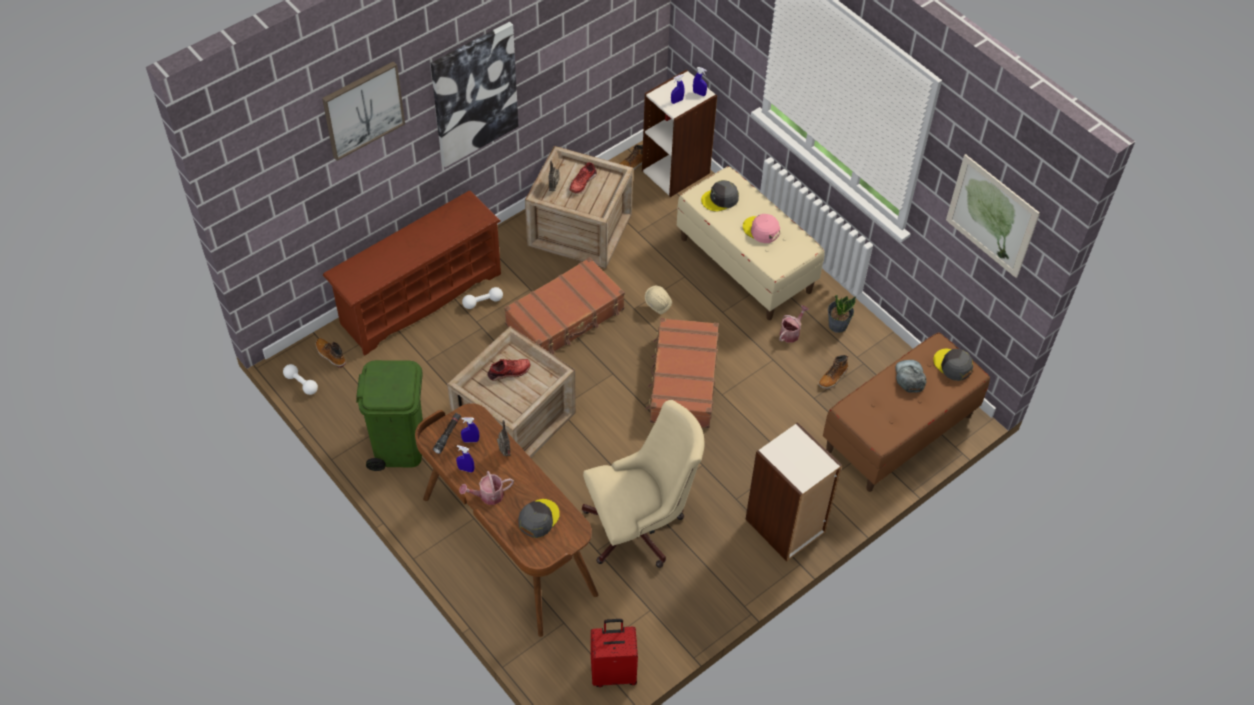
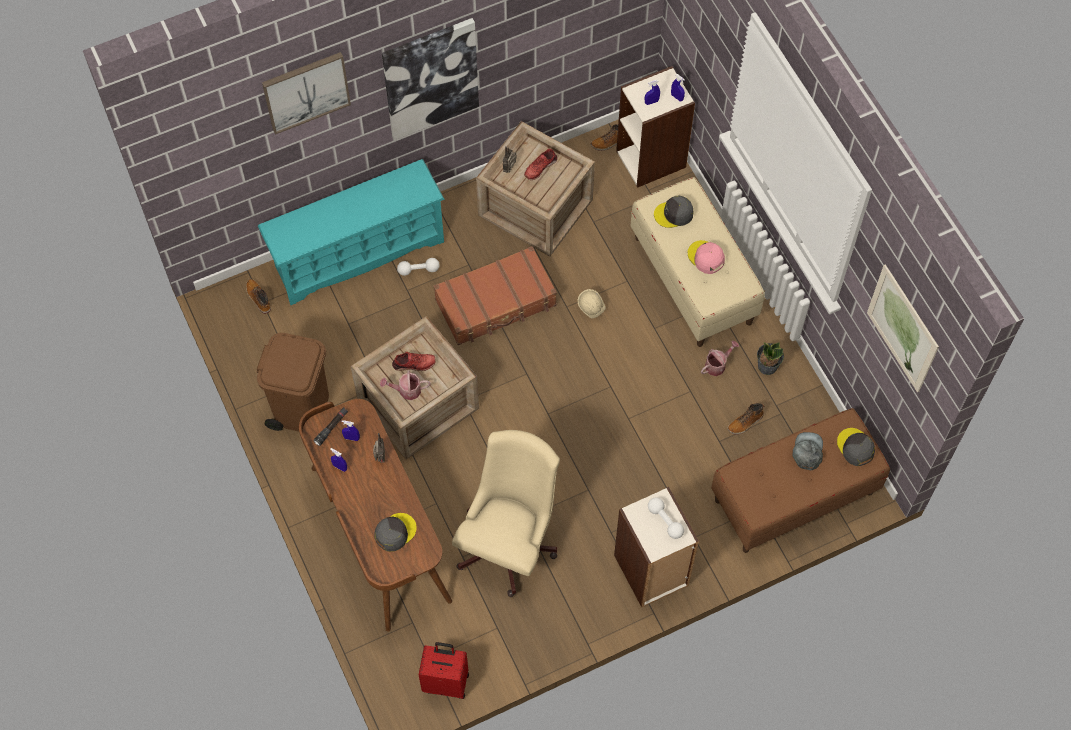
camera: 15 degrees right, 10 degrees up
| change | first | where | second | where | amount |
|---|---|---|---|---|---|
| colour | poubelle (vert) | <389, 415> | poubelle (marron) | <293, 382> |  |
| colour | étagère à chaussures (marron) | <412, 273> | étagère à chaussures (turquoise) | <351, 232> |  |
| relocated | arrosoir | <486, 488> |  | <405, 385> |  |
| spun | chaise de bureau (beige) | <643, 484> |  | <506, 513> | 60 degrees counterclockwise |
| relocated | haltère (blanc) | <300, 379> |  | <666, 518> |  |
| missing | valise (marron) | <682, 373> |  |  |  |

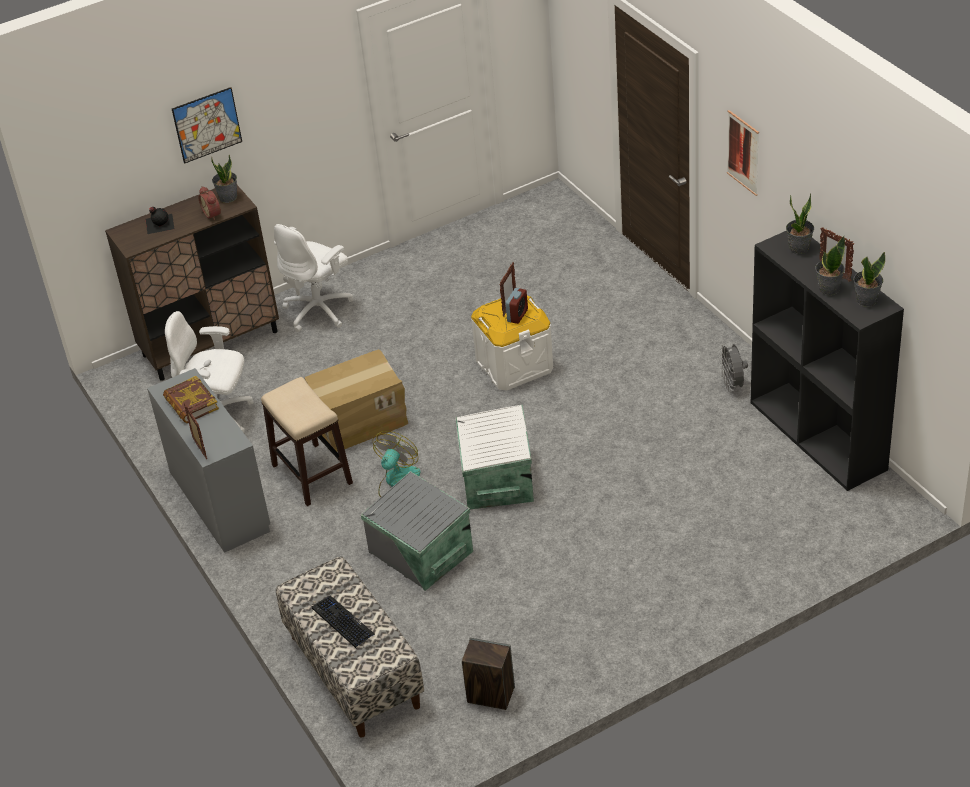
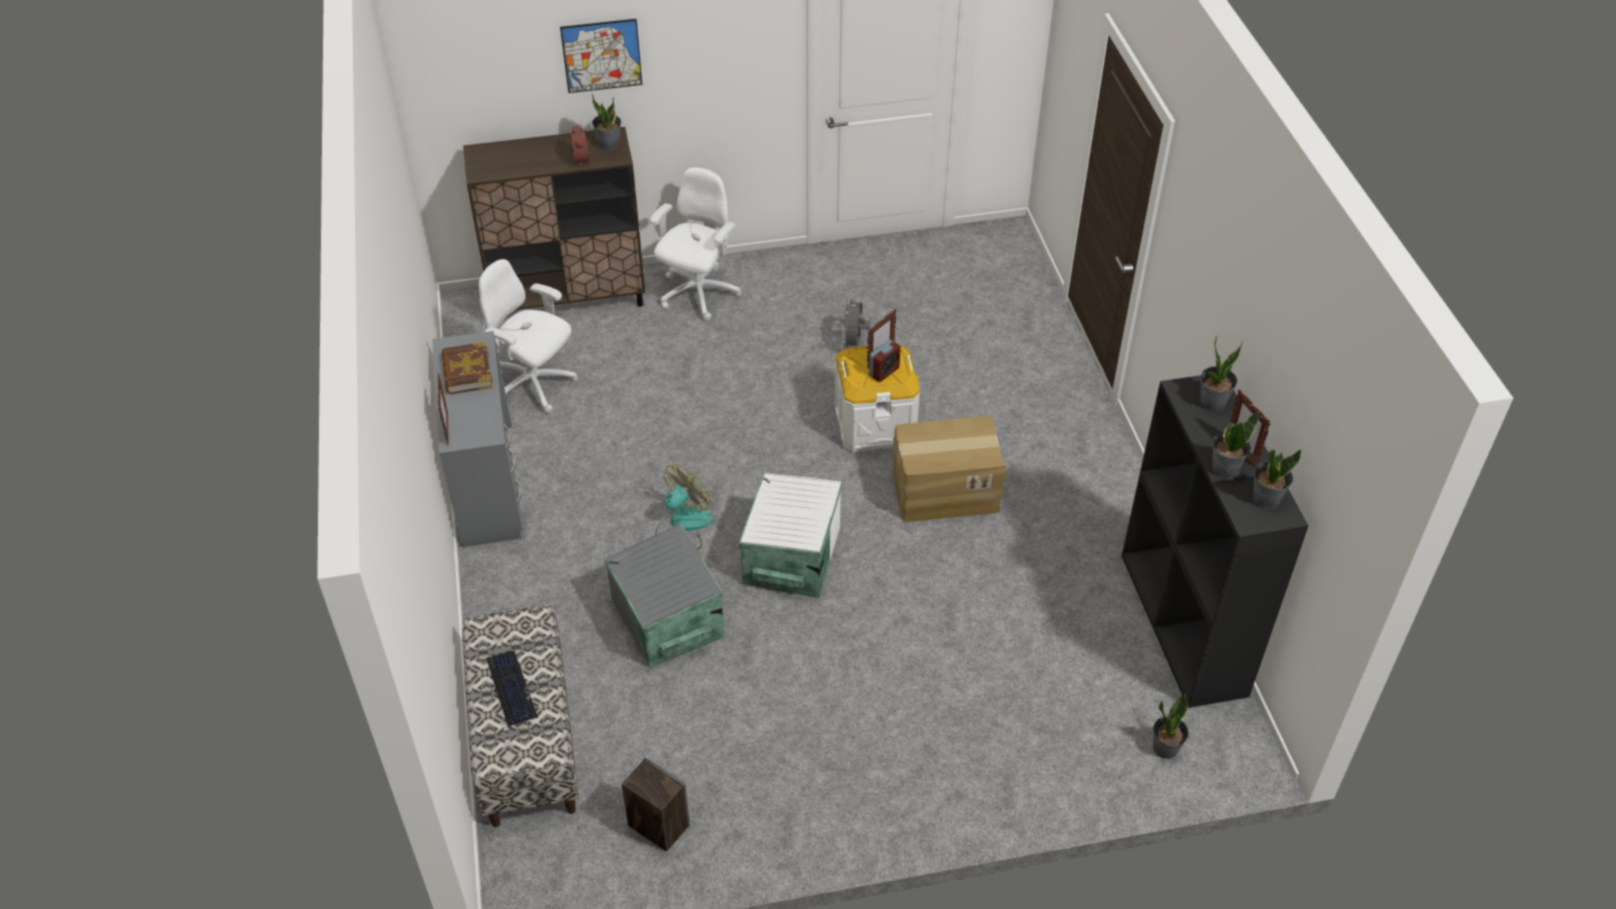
camera: 15 degrees right, 5 degrees up
| change | first | where | second | where | amount |
|---|---|---|---|---|---|
| spun | chaise de bureau (blanc) | <314, 278> |  | <695, 244> | 150 degrees clockwise |
| relocated | ventilateur (gris) | <733, 367> |  | <856, 322> |  |
| relocated | carton | <356, 401> |  | <949, 469> |  |
| appeared |  |  | plante en pot | <1171, 726> |  |
| missing | bouteille (noir) | <160, 220> |  |  |  |
| missing | tabouret | <307, 441> |  |  |  |
| missing | tableau | <743, 153> |  |  |  |

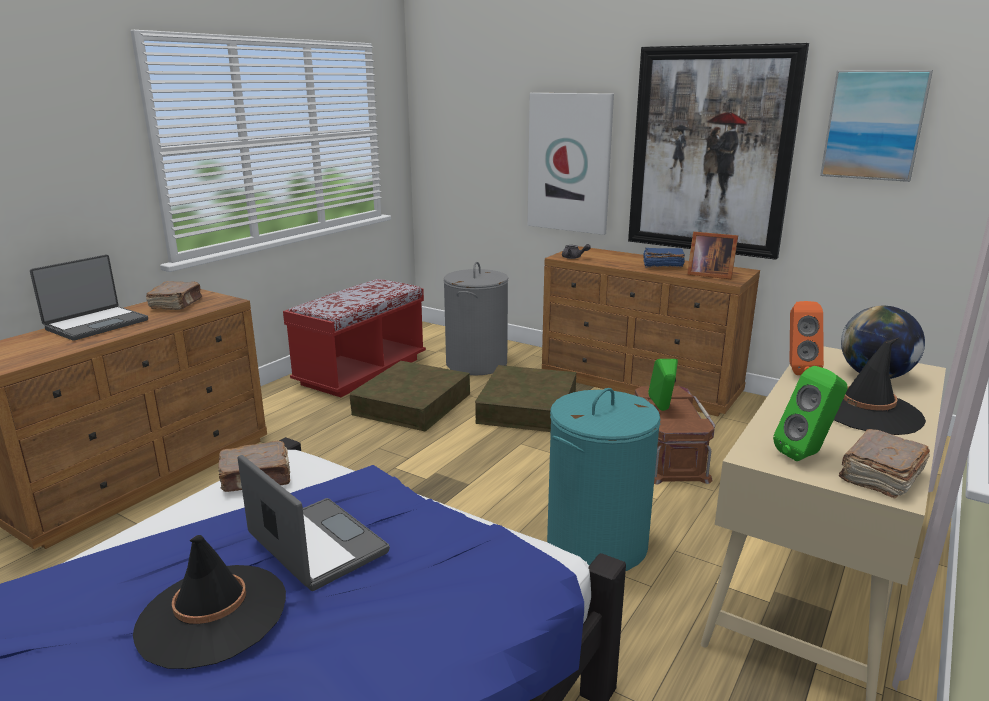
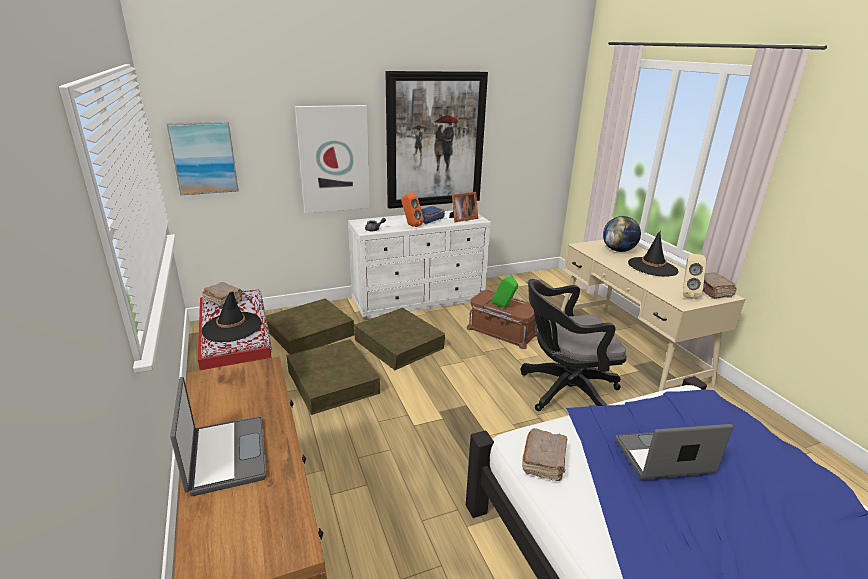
camera: 55 degrees left, 5 degrees up
| change | first | where | second | where | amount |
|---|---|---|---|---|---|
| relocated | tableau | <876, 126> |  | <203, 158> |  |
| relocated | livre (marron) | <174, 295> |  | <222, 294> |  |
| relocated | chapeau (noir) | <209, 602> |  | <231, 317> |  |
| exchanged | panier à linge (gris) | <476, 318> | boîte de rangement (marron) | <310, 326> |  |
| colour | commode (marron) | <651, 331> | commode (blanc) | <419, 264> |  |
| relocated | enceinte (orange) | <807, 338> |  | <412, 209> |  |
| exchanged | panier à linge (turquoise) | <603, 479> | chaise de bureau (noir) | <574, 345> |  |
| colour | enceinte (vert) | <810, 413> | enceinte (beige) | <694, 276> |  |

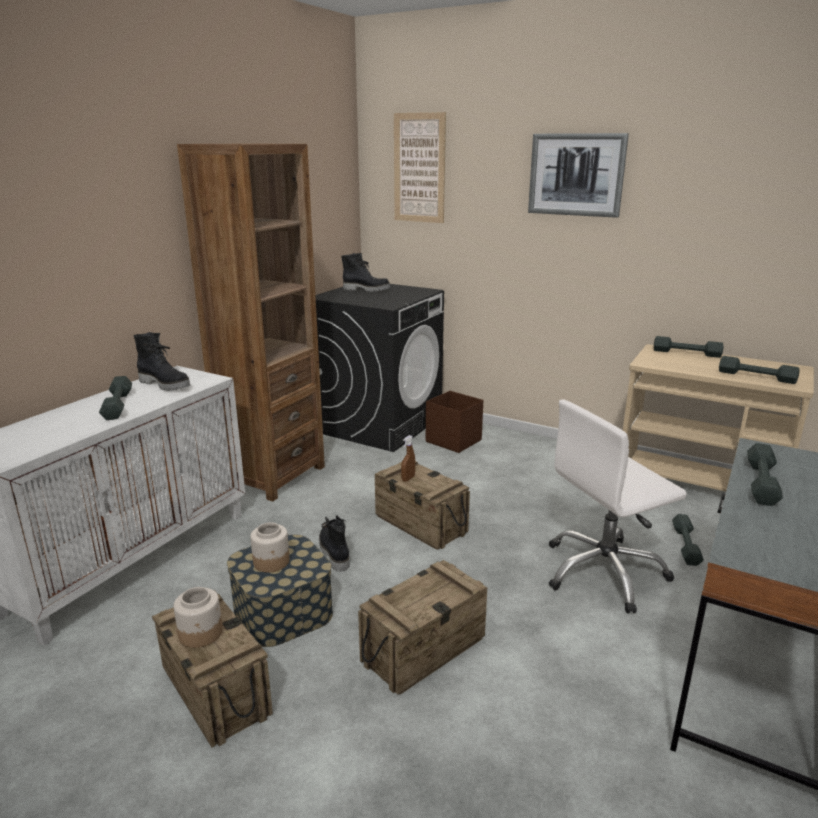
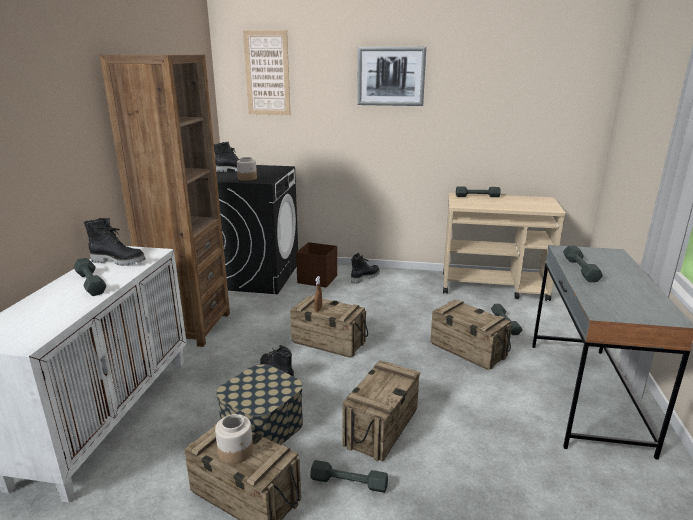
camera: 20 degrees left, 0 degrees up
| change | first | where | second | where | amount |
|---|---|---|---|---|---|
| relocated | bocal | <270, 547> |  | <247, 169> |  |
| relocated | haltère (gris) | <759, 370> |  | <349, 476> |  |
| appeared |  |  | botte (noir) | <365, 268> |  |
| exchanged | chaise de bureau (blanc) | <617, 506> | caisse | <471, 335> |  |

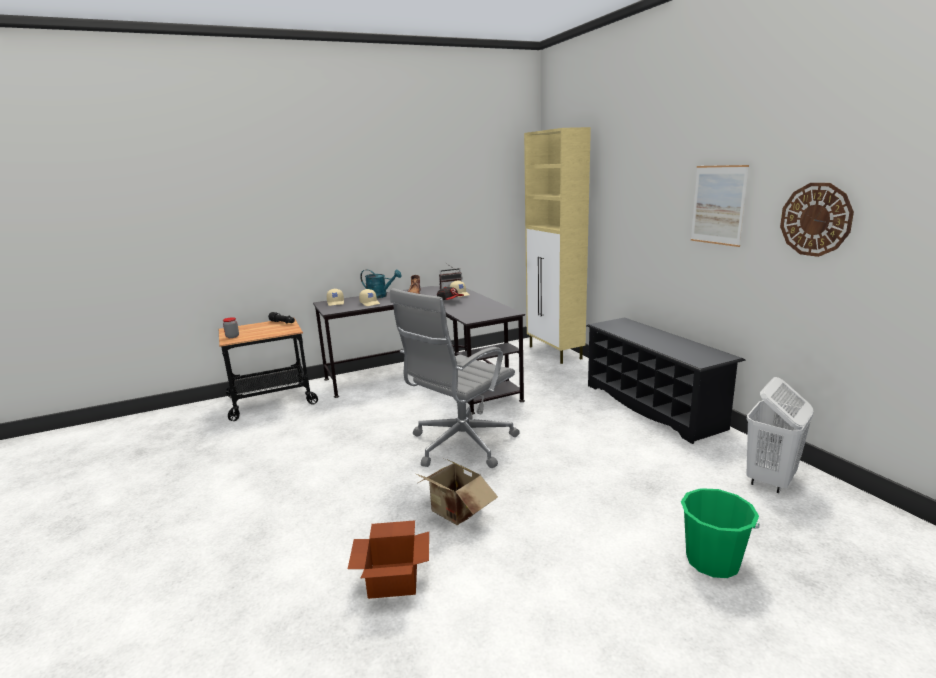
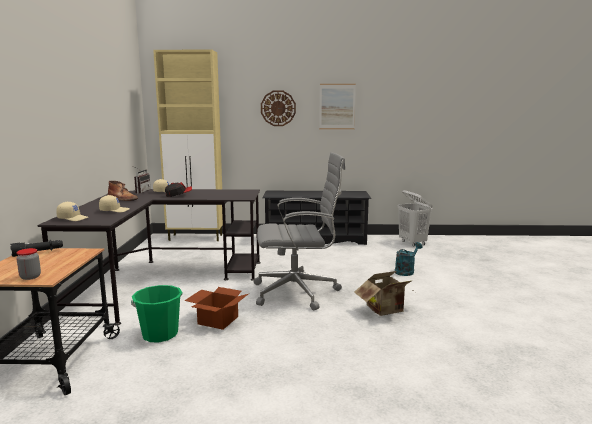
camera: 65 degrees left, 5 degrees down
| change | first | where | second | where | amount |
|---|---|---|---|---|---|
| relocated | seau (vert) | <720, 533> |  | <157, 314> |  |
| relocated | carton | <388, 559> |  | <216, 308> |  |
| spun | chaise de bureau (gris) | <455, 378> |  | <299, 231> | 75 degrees counterclockwise |
| relocated | horloge murale | <817, 220> |  | <278, 108> |  |
| relocated | arrosoir (turquoise) | <381, 283> |  | <409, 259> |  |

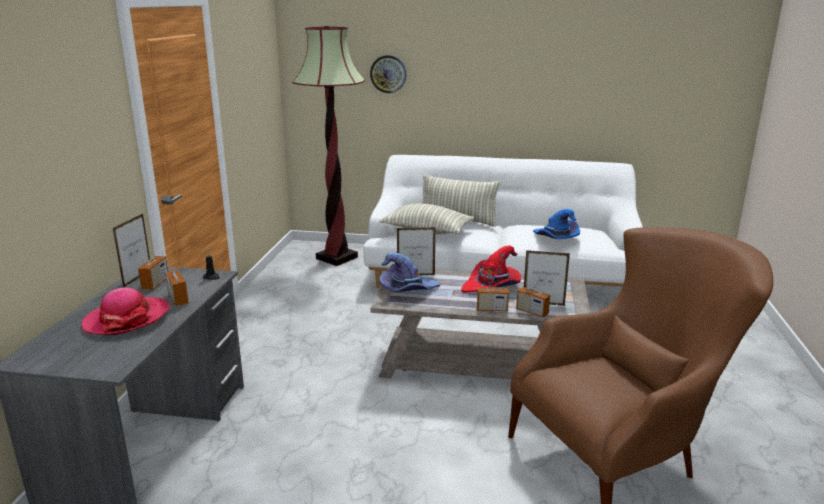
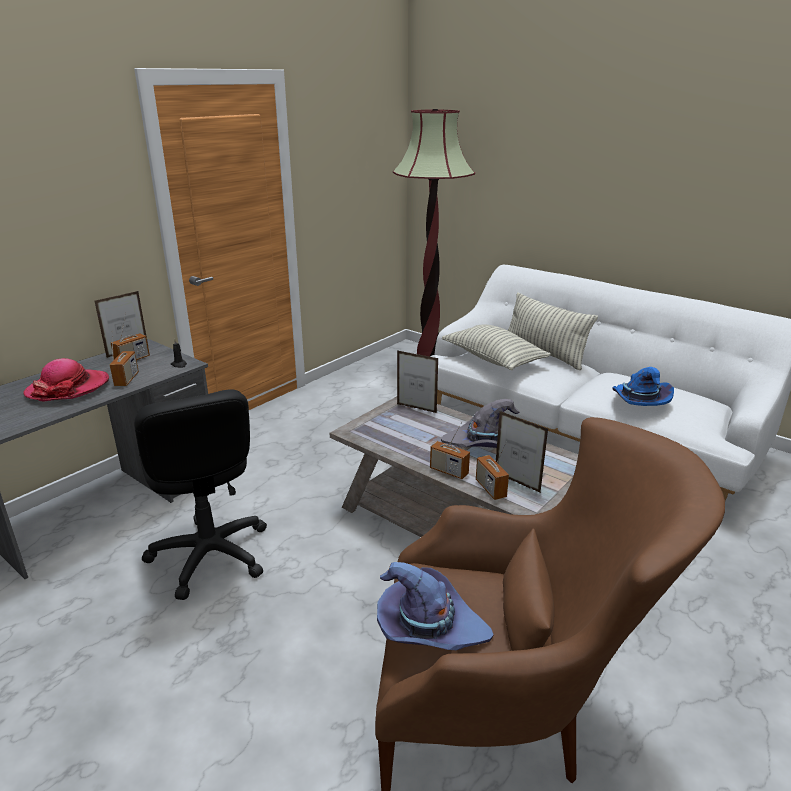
camera: 30 degrees right, 5 degrees up
| change | first | where | second | where | amount |
|---|---|---|---|---|---|
| appeared |  |  | chaise de bureau (noir) | <200, 495> |  |
| relocated | chapeau (violet) | <409, 272> |  | <435, 606> |  |
| colour | chapeau (rouge) | <491, 269> | chapeau (gris) | <480, 423> |  |
| missing | horloge murale | <388, 74> |  |  |  |

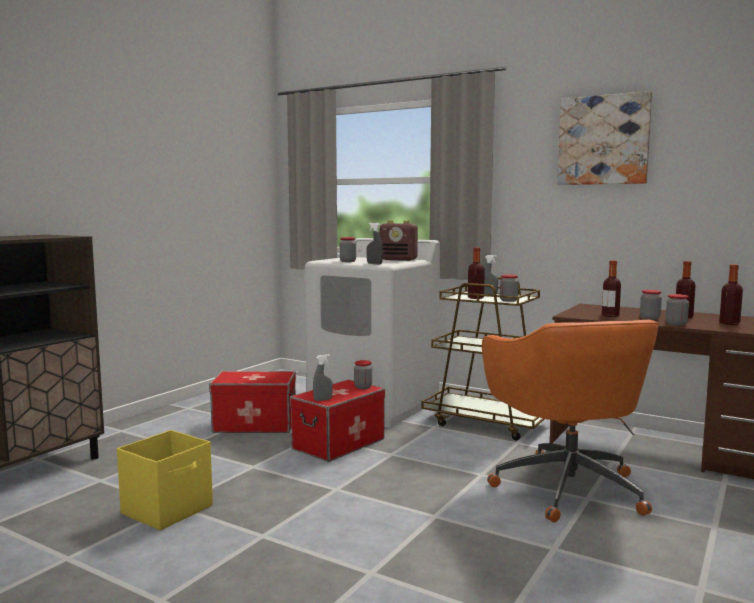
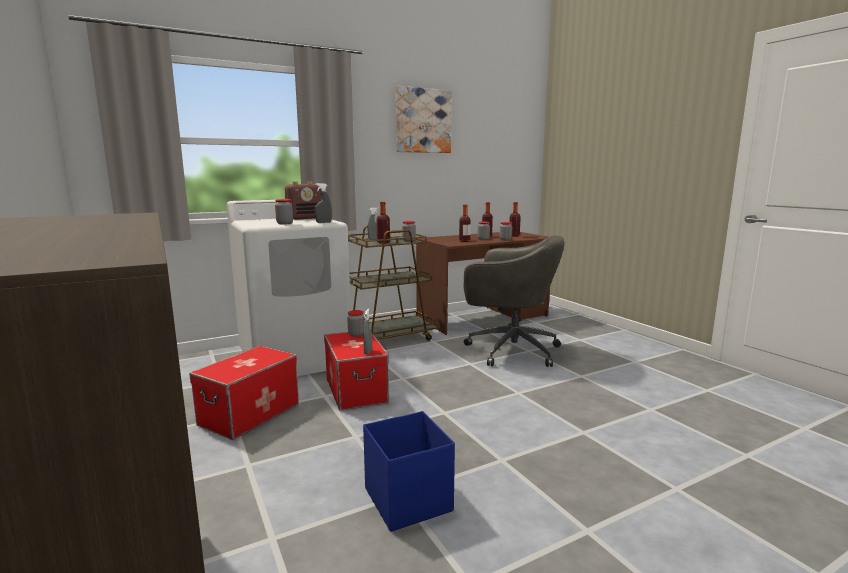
camera: 60 degrees left, 5 degrees up
| change | first | where | second | where | amount |
|---|---|---|---|---|---|
| colour | boîte de rangement (jaune) | <165, 480> | boîte de rangement (bleu) | <409, 471> |  |
| colour | chaise de bureau (orange) | <570, 421> | chaise de bureau (gris) | <514, 301> |  |

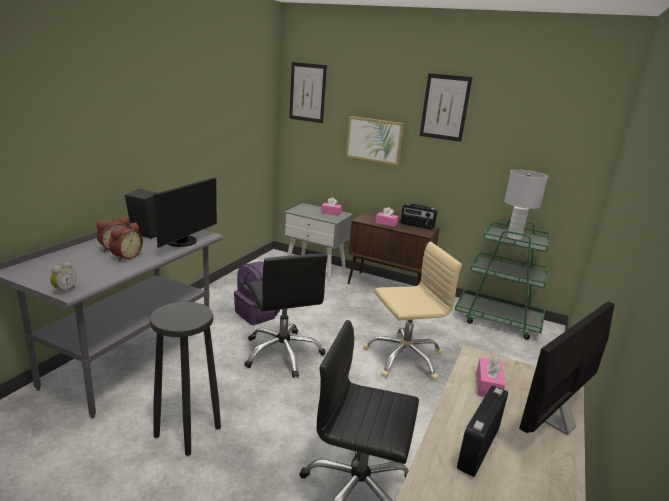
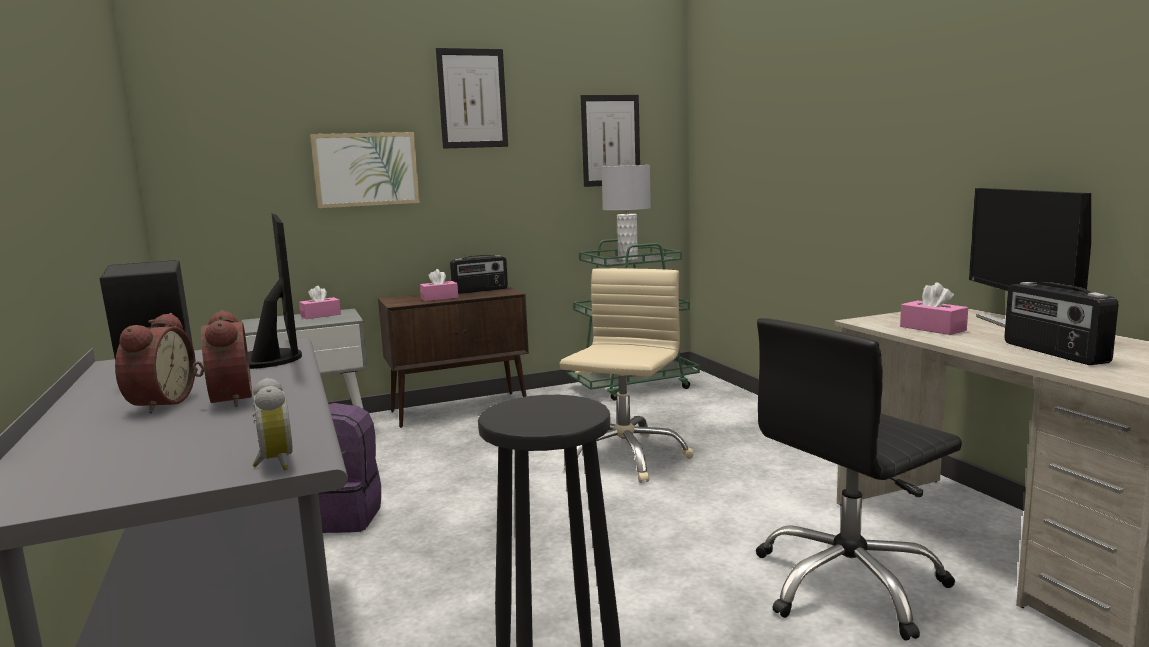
camera: 45 degrees left, 10 degrees down
| change | first | where | second | where | amount |
|---|---|---|---|---|---|
| relocated | tableau | <308, 92> |  | <610, 141> |  |
| missing | chaise de bureau (noir) | <286, 316> |  |  |  |

